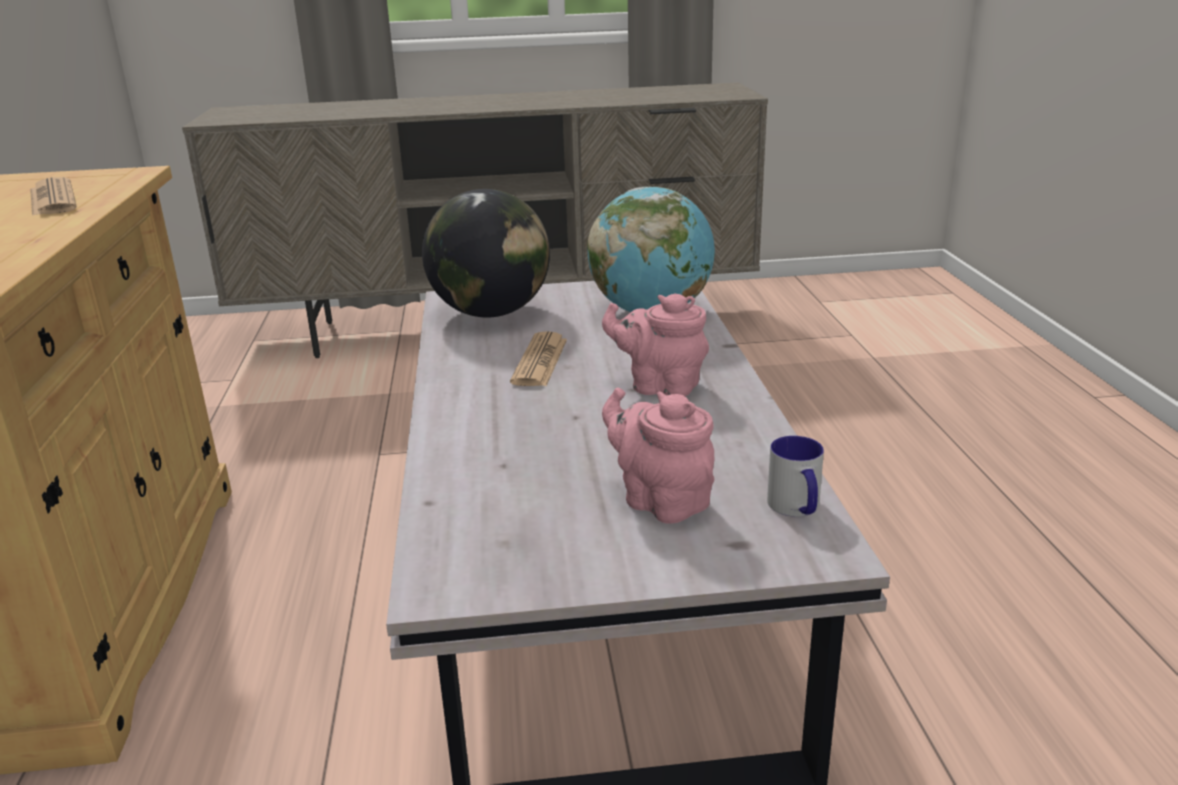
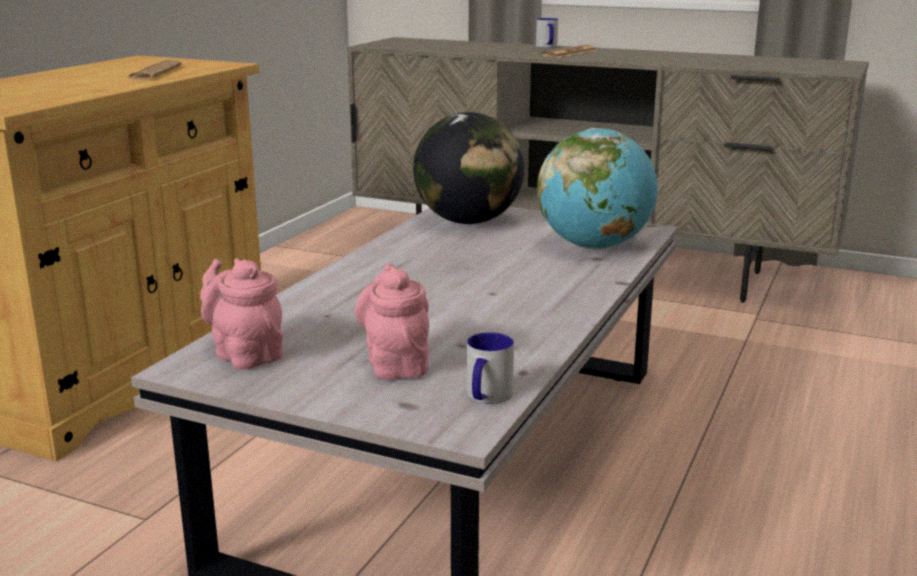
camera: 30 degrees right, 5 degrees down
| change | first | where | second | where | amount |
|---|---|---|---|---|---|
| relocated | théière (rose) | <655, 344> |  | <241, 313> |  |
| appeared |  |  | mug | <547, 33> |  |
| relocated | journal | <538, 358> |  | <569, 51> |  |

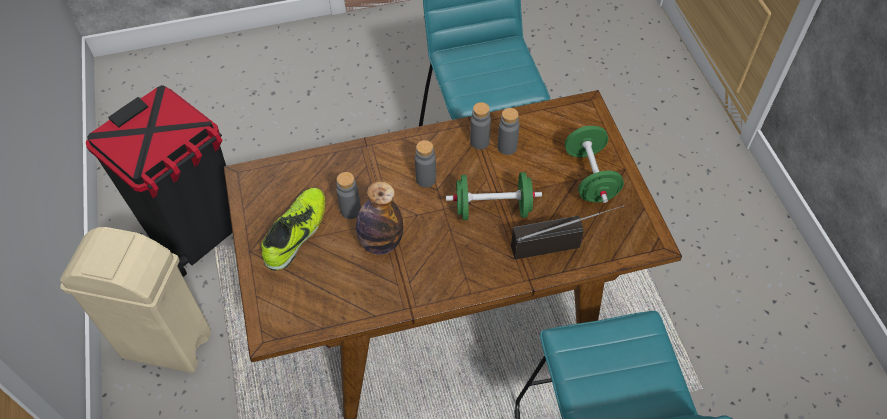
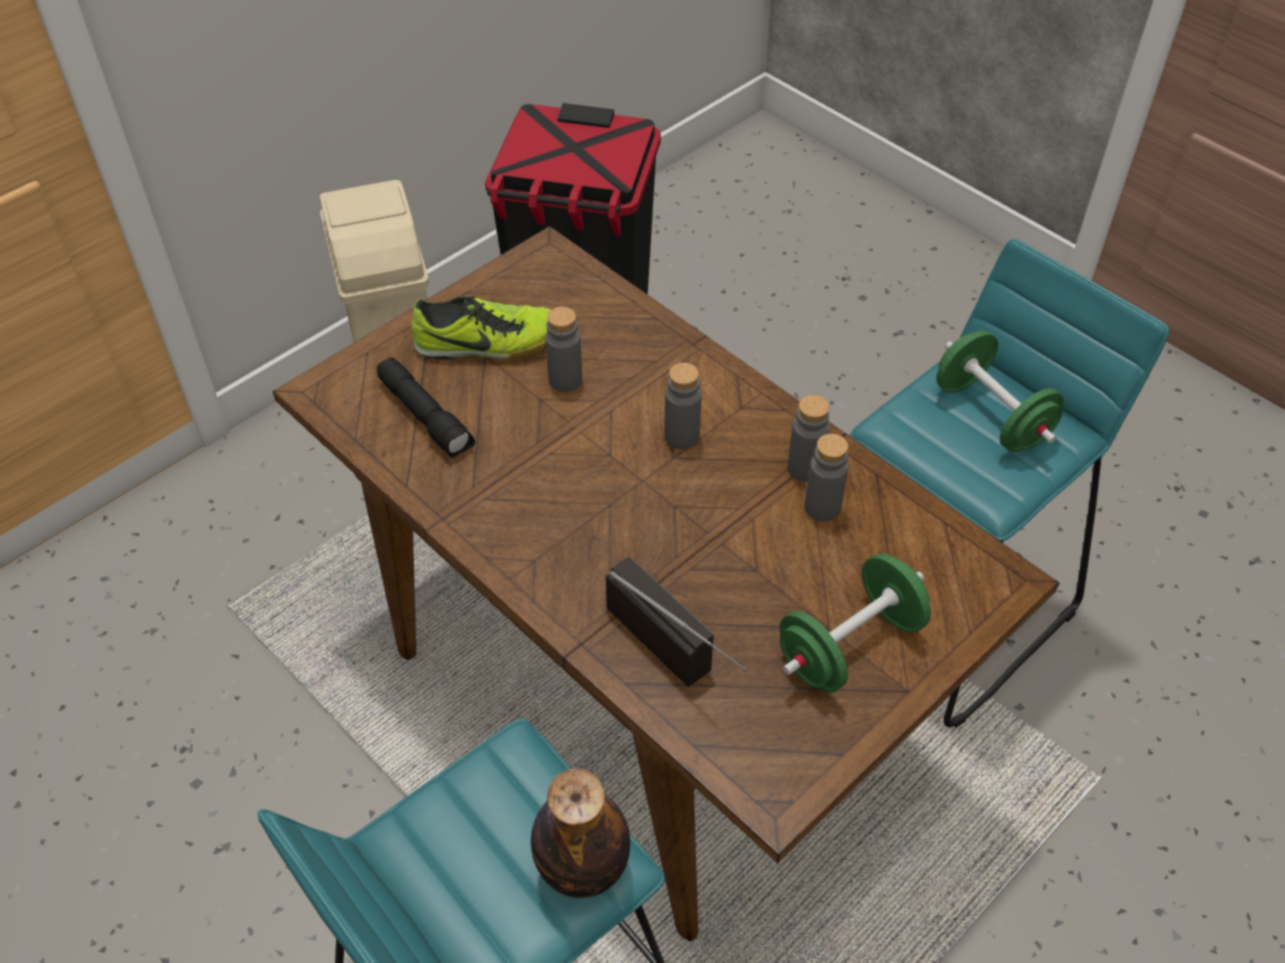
camera: 60 degrees right, 5 degrees down
| change | first | where | second | where | amount |
|---|---|---|---|---|---|
| appeared |  |  | lampe de poche (noir) | <426, 408> |  |
| relocated | bouteille | <379, 218> |  | <580, 833> |  |
| relocated | haltère (vert) | <494, 196> |  | <1000, 391> |  |

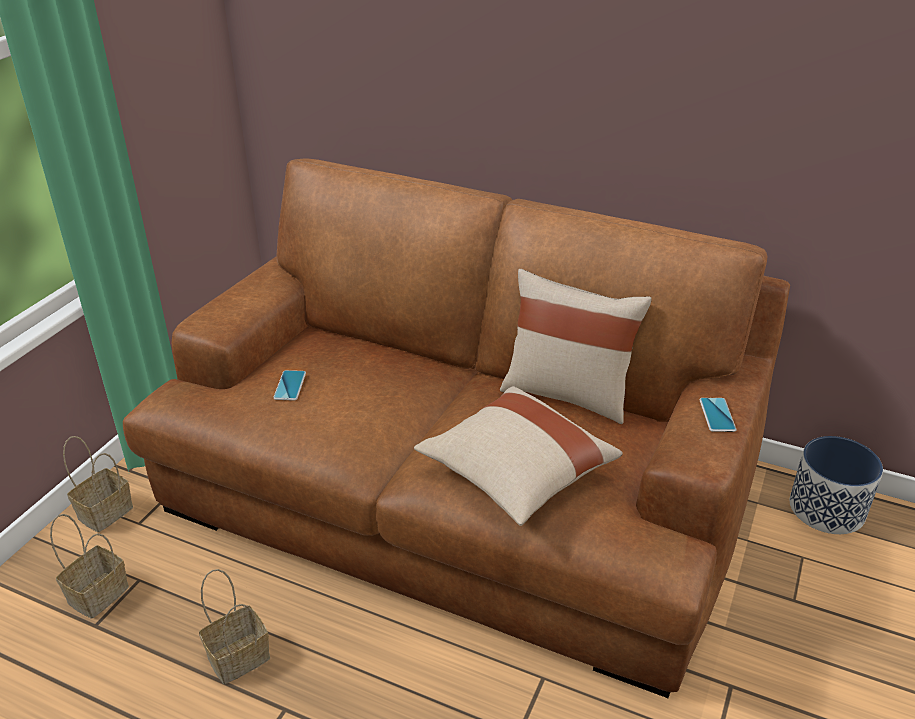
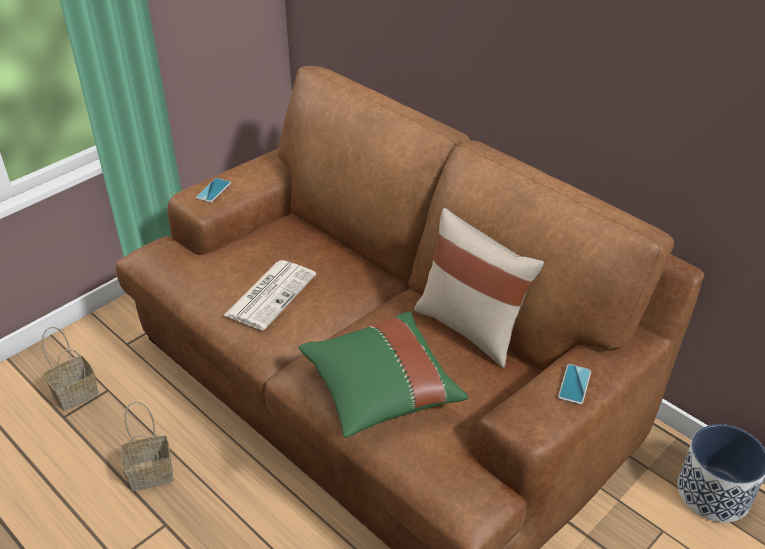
camera: 20 degrees right, 5 degrees up
| change | first | where | second | where | amount |
|---|---|---|---|---|---|
| relocated | téléphone | <289, 385> |  | <213, 190> |  |
| appeared |  |  | journal | <270, 295> |  |
| colour | coussin (beige) | <518, 456> | coussin (vert) | <383, 374> |  |
| missing | panier | <98, 484> |  |  |  |

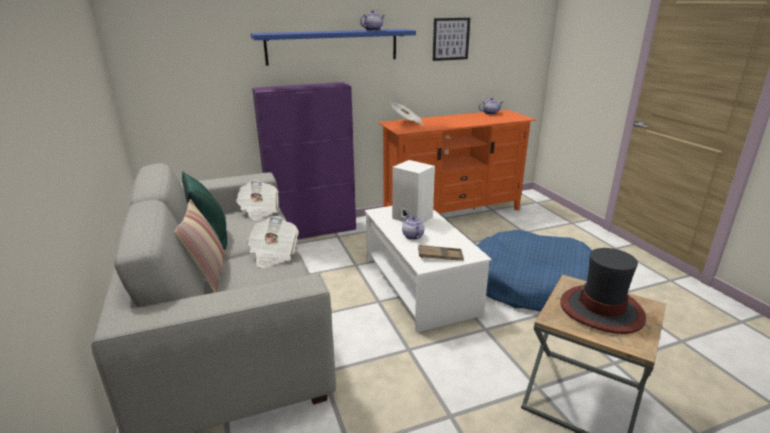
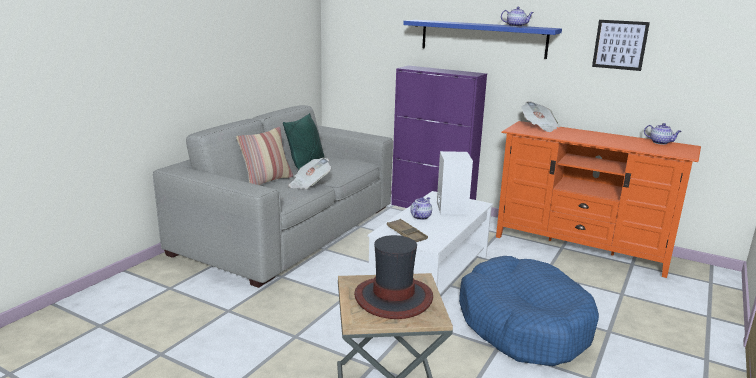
camera: 50 degrees right, 5 degrees down
| change | first | where | second | where | amount |
|---|---|---|---|---|---|
| missing | journal | <257, 200> |  |  |  |

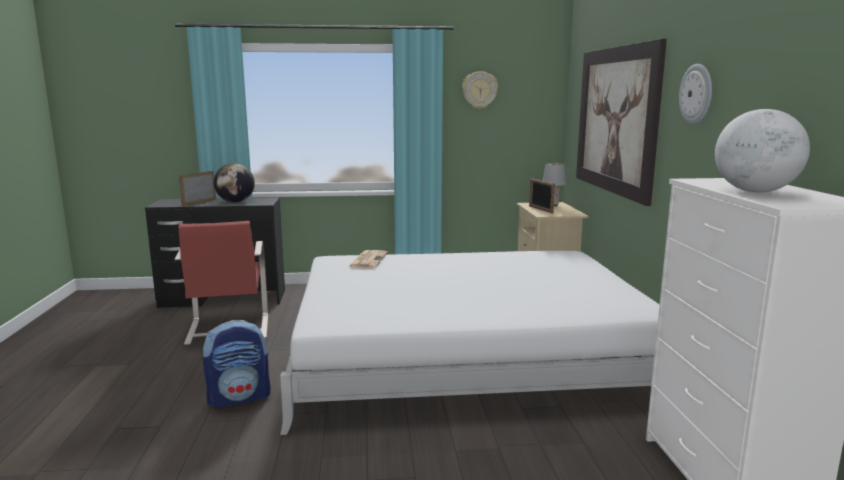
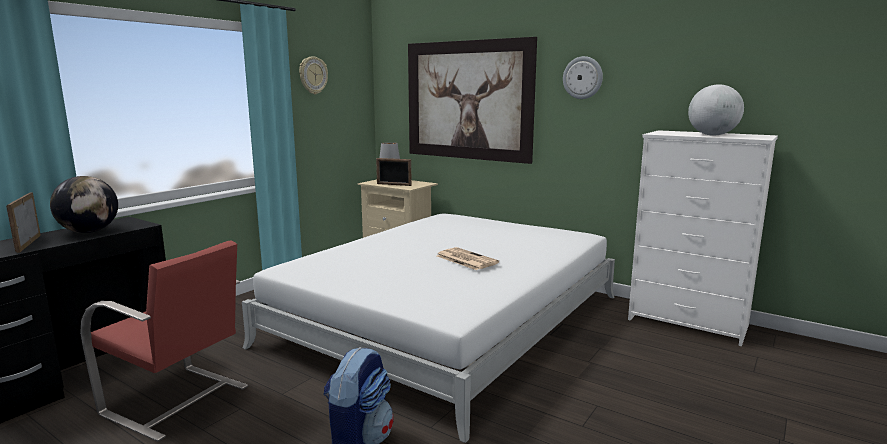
camera: 50 degrees left, 0 degrees up
| change | first | where | second | where | amount |
|---|---|---|---|---|---|
| relocated | journal | <368, 259> |  | <468, 258> |  |

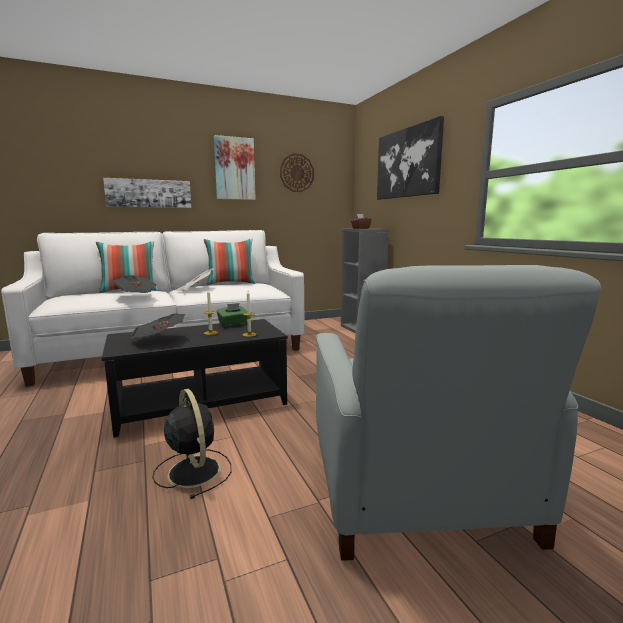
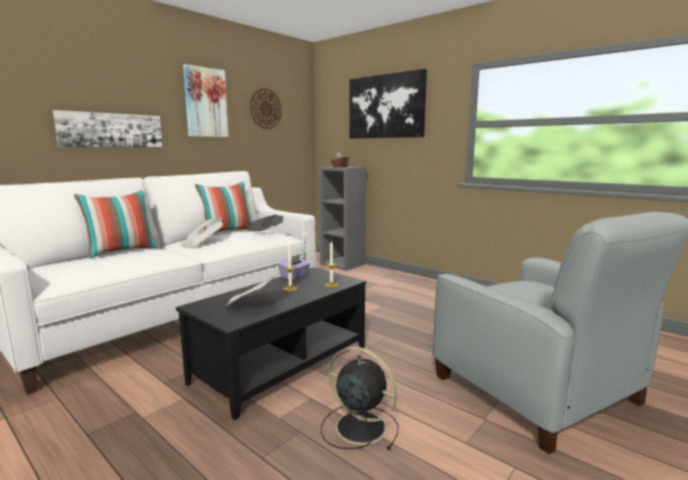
camera: 25 degrees left, 0 degrees up
| change | first | where | second | where | amount |
|---|---|---|---|---|---|
| relocated | journal | <134, 284> |  | <265, 223> |  |
| colour | boîte à mouchoirs (vert) | <232, 315> | boîte à mouchoirs (violet) | <294, 267> |  |

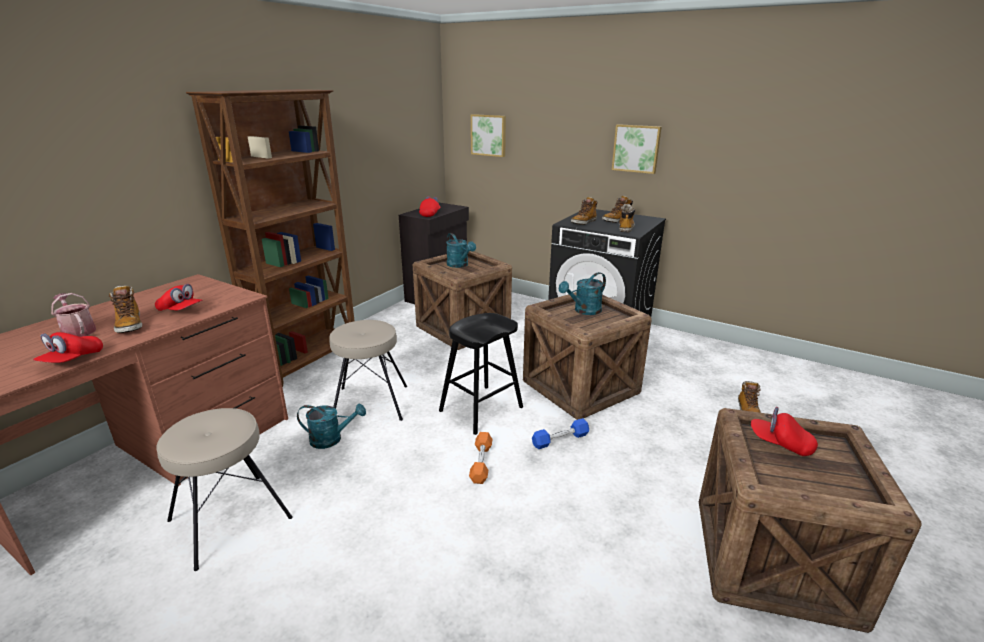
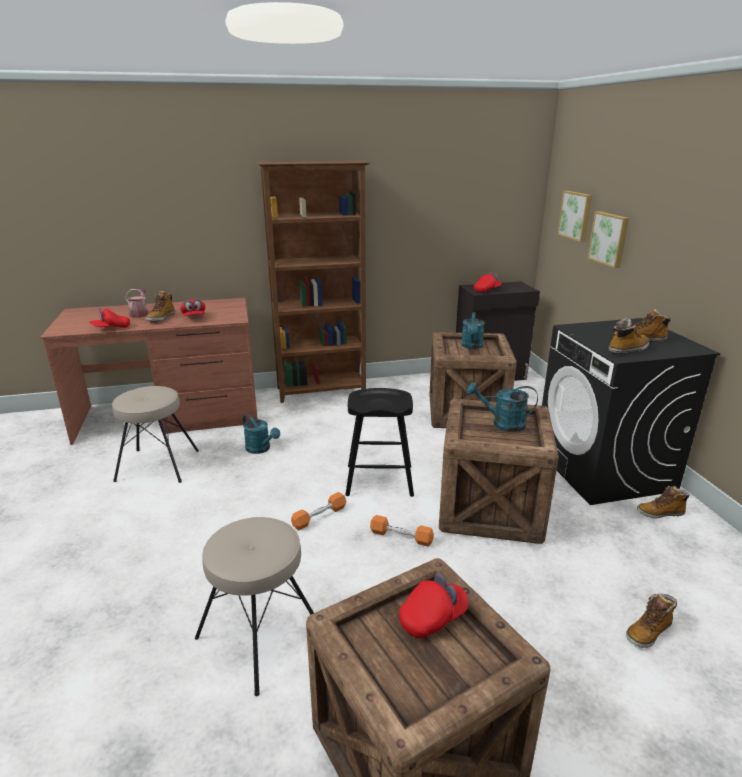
camera: 45 degrees right, 0 degrees up
| change | first | where | second | where | amount |
|---|---|---|---|---|---|
| relocated | tabouret (beige) | <368, 370> |  | <254, 606> |  |
| colour | haltère (bleu) | <560, 433> | haltère (orange) | <402, 531> |  |
| spun | casquette (rouge) | <784, 431> |  | <433, 605> | 75 degrees clockwise |
| relocated | tableau | <637, 149> |  | <608, 239> |  |
| relocated | botte | <584, 210> |  | <663, 502> |  |

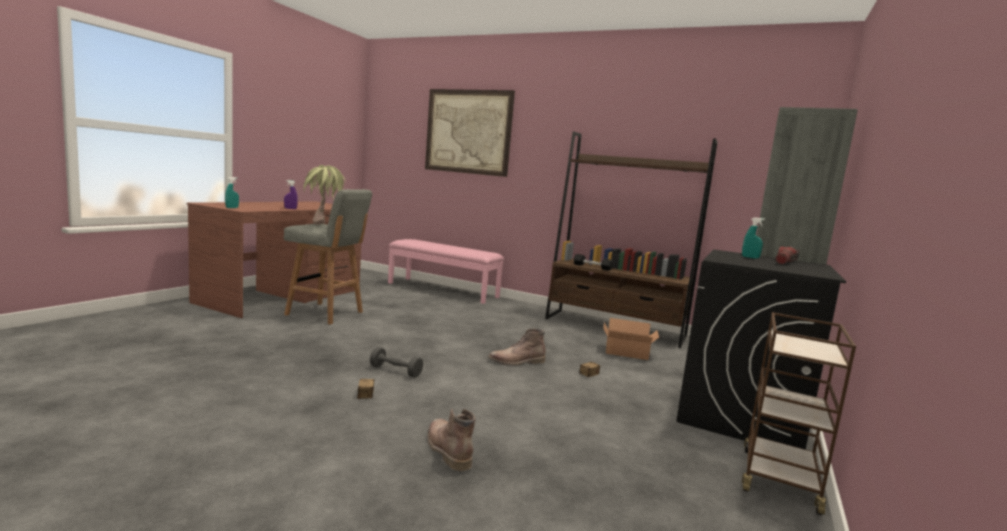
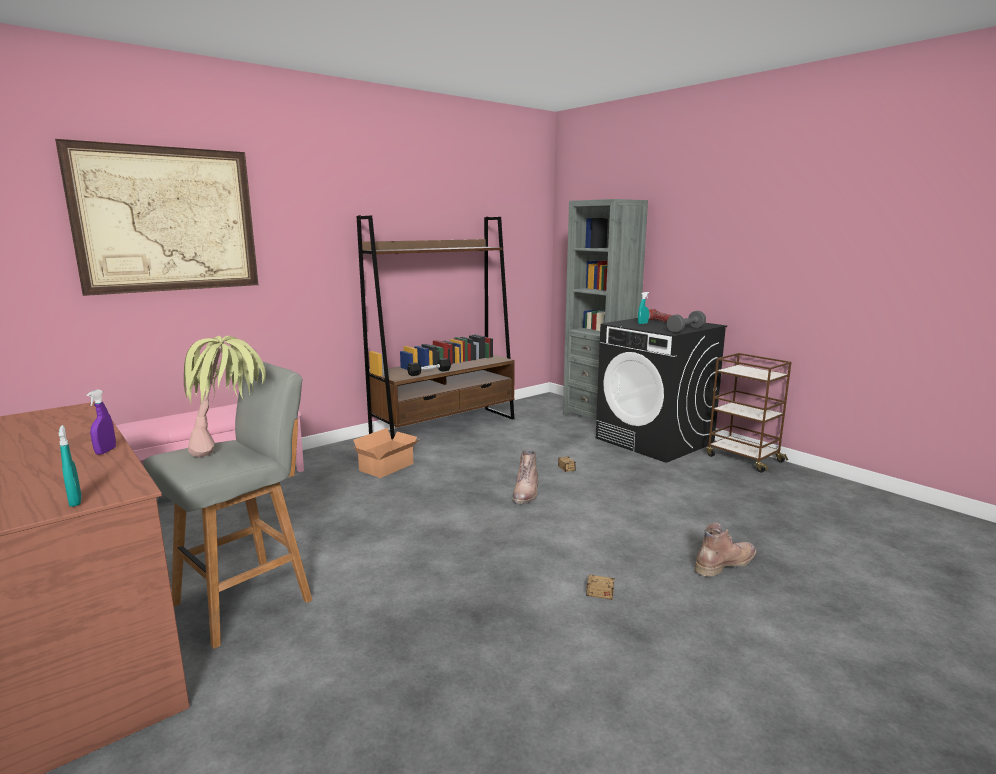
camera: 65 degrees left, 5 degrees up
| change | first | where | second | where | amount |
|---|---|---|---|---|---|
| relocated | carton | <631, 339> |  | <386, 453> |  |
| relocated | haltère (gris) | <396, 362> |  | <686, 322> |  |
| spun | botte (marron) | <451, 440> |  | <725, 550> | 150 degrees clockwise |

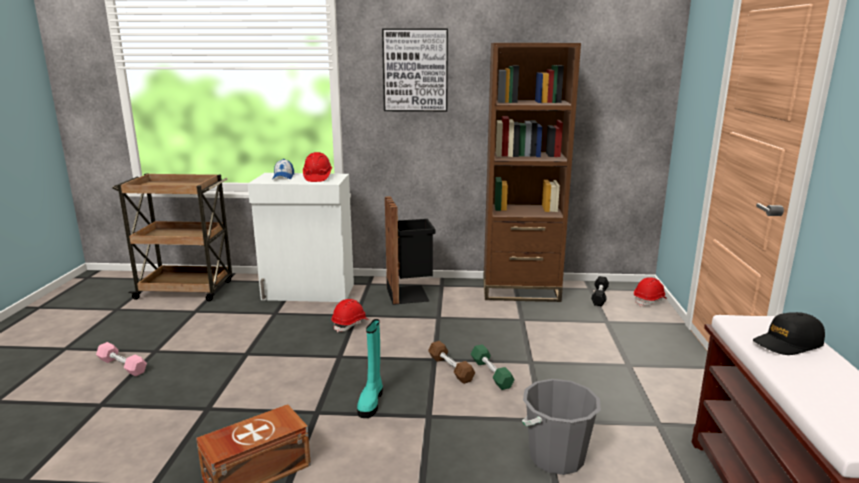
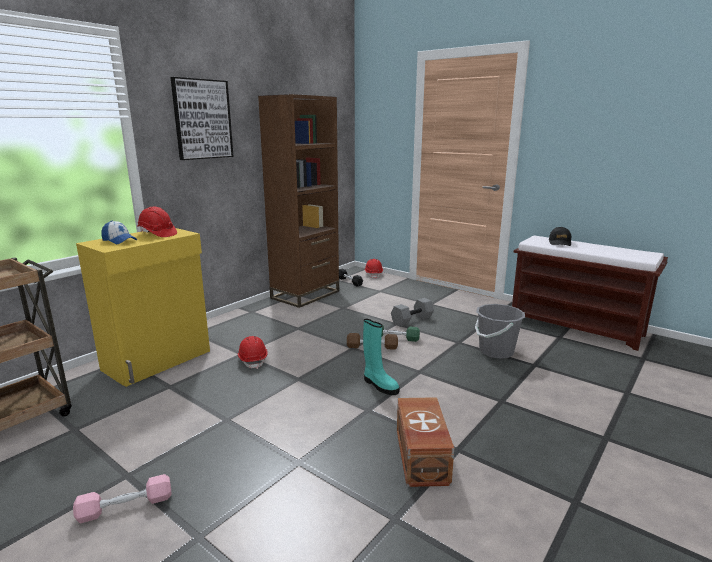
camera: 55 degrees left, 0 degrees up
| change | first | where | second | where | amount |
|---|---|---|---|---|---|
| colour | meuble de rangement (blanc) | <301, 237> | meuble de rangement (jaune) | <143, 307> |  |
| appeared |  |  | haltère (gris) | <412, 312> |  |
| missing | poubelle (noir) | <410, 250> |  |  |  |

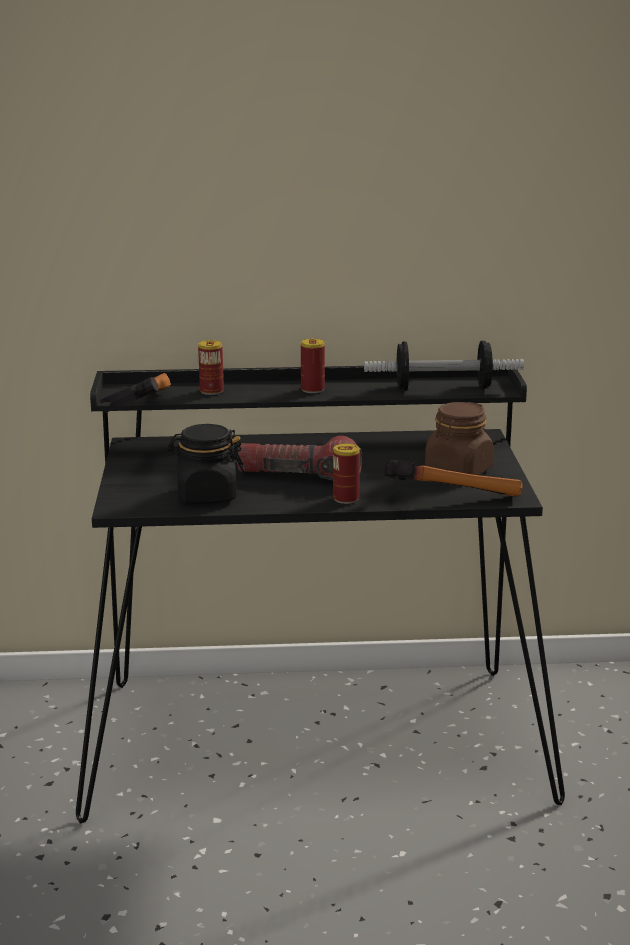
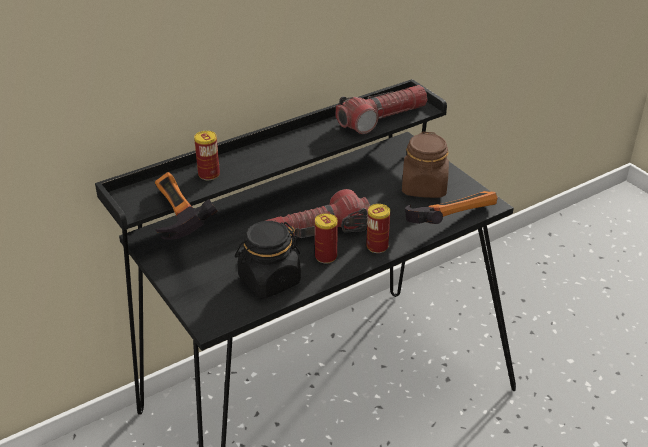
camera: 30 degrees left, 15 degrees up
| change | first | where | second | where | amount |
|---|---|---|---|---|---|
| relocated | boîte métallique | <313, 366> |  | <326, 238> |  |
| exchanged | haltère | <444, 365> | lampe de poche | <381, 109> |  |

